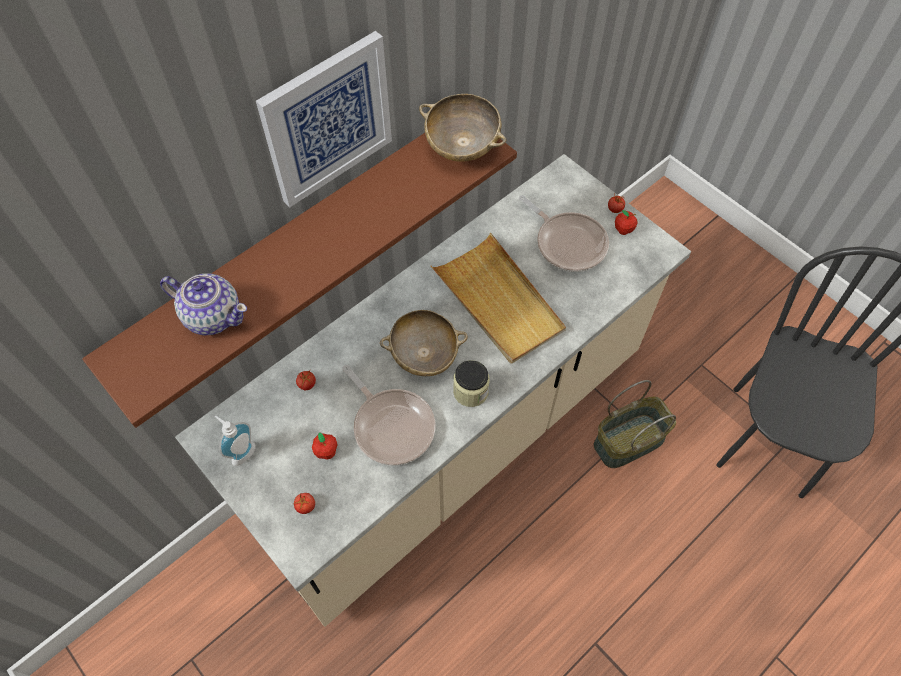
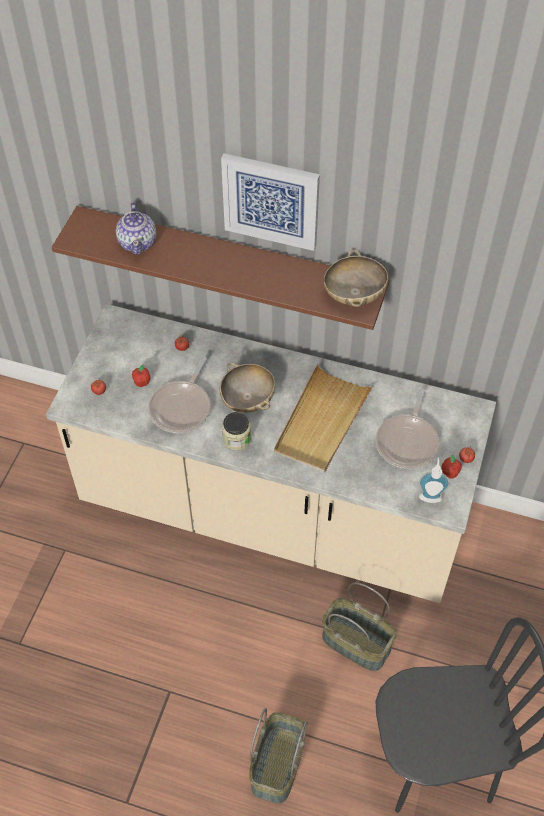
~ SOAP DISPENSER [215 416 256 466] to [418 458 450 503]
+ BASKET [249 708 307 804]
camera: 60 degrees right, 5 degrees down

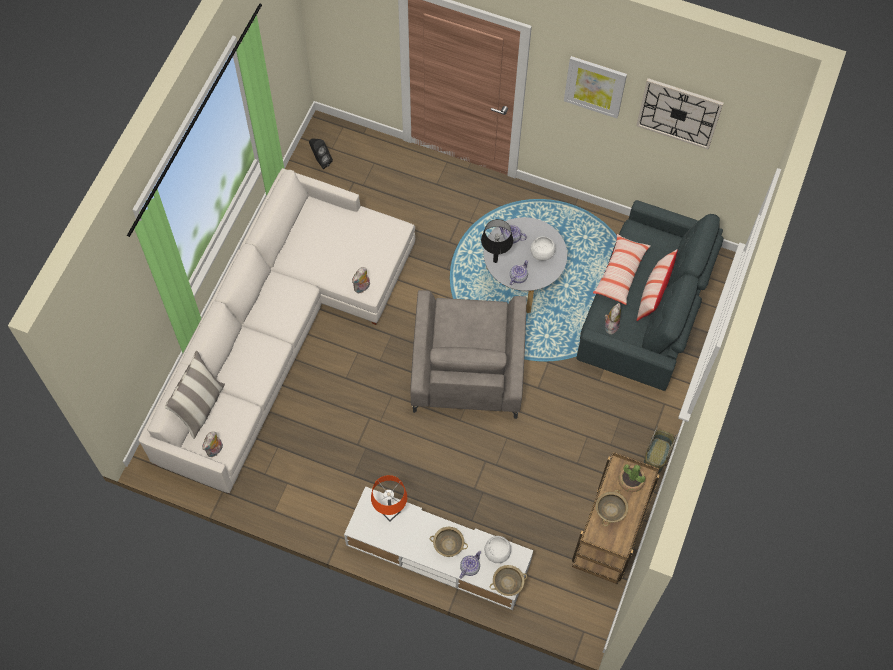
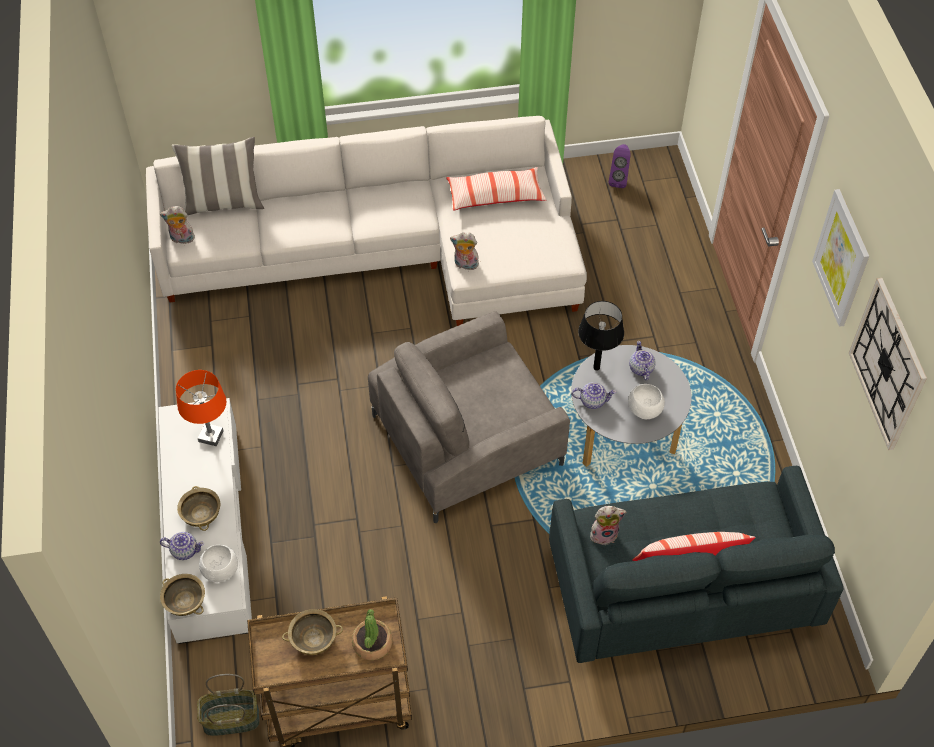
~ BLACK SPEAKER [309 138 333 169] to PURPLE SPEAKER [609 144 631 188]
~ PILLOW [593 234 650 305] to [446 167 546 211]
~ BASKET [644 426 677 473] to [197 674 260 736]
camera: 60 degrees right, 10 degrees down

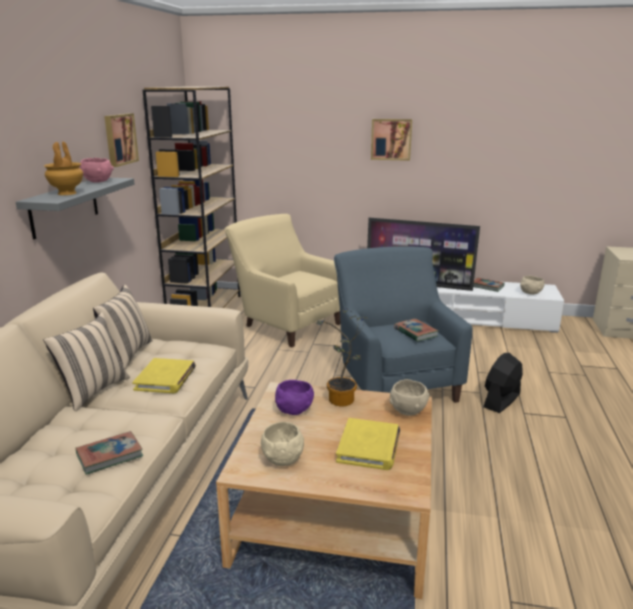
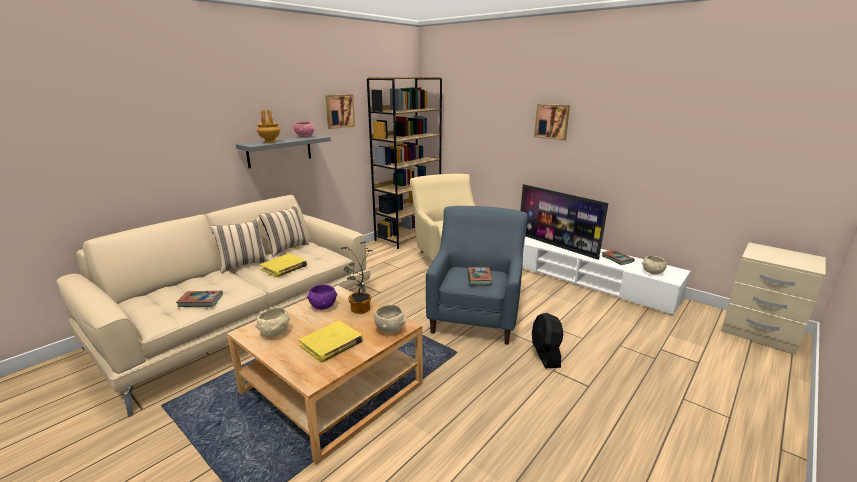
~ BLACK FAN [483 353 523 413] = [532 313 563 368] 75 degrees counterclockwise
camera: 30 degrees right, 0 degrees up

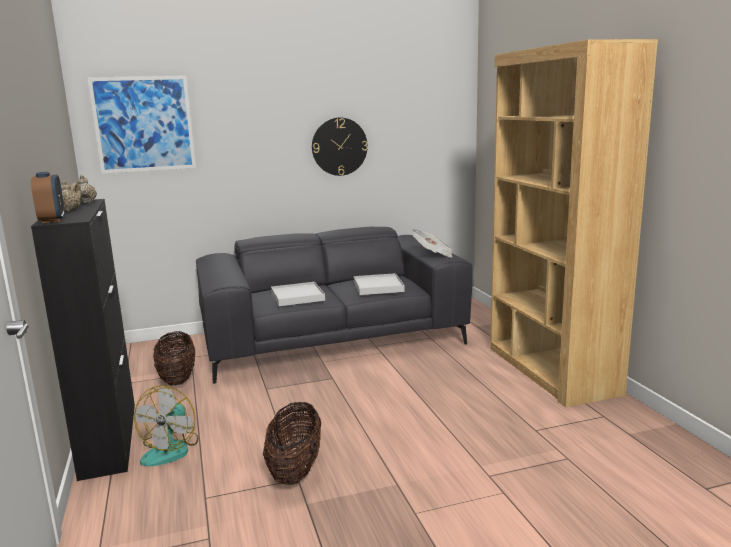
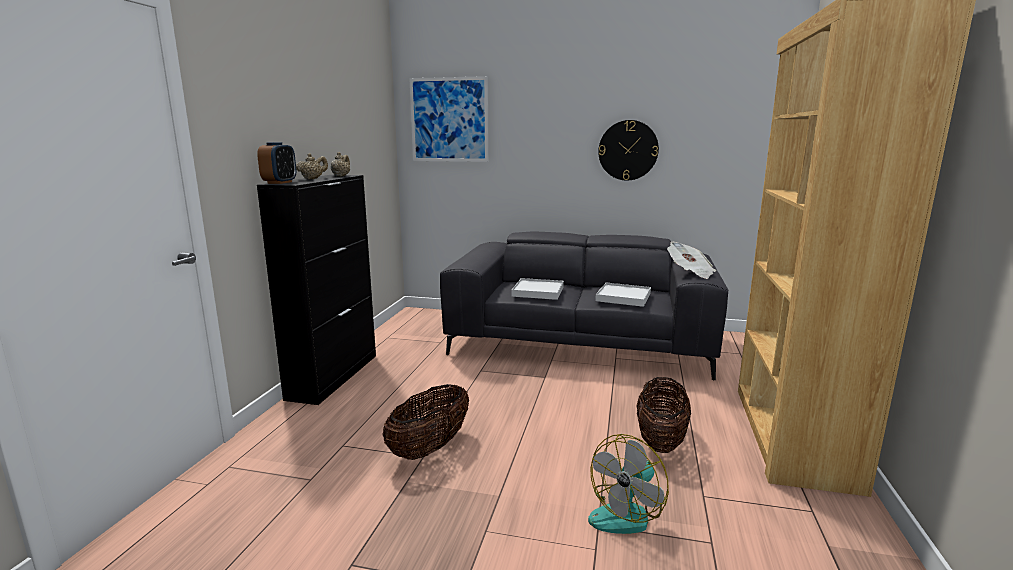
~ BASKET [153 331 196 386] to [637 376 691 453]
~ FAN [134 385 198 466] to [588 434 669 534]
camera: 30 degrees right, 0 degrees up

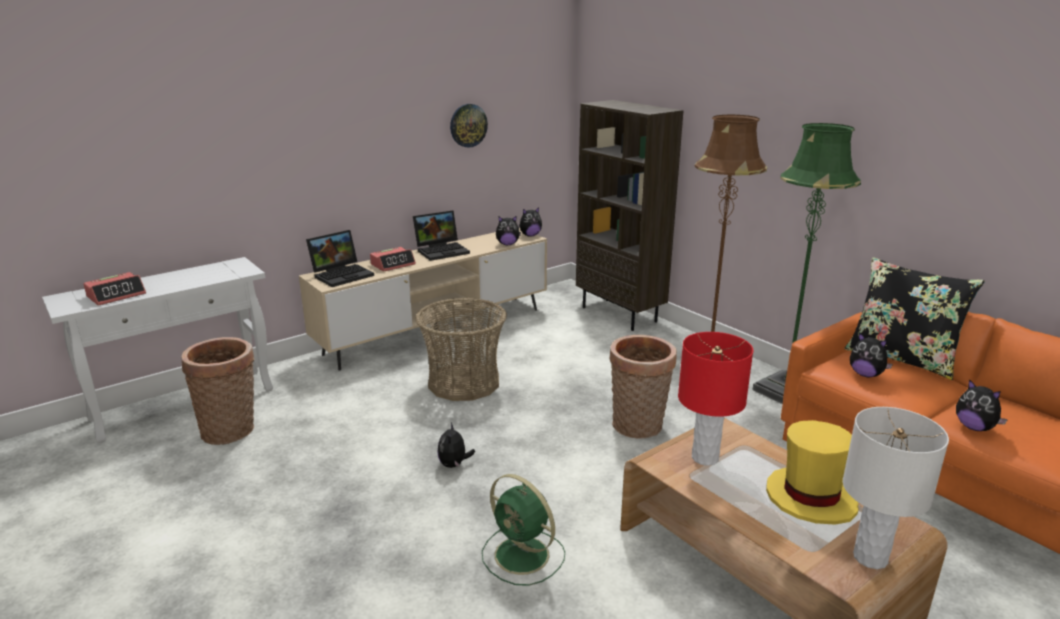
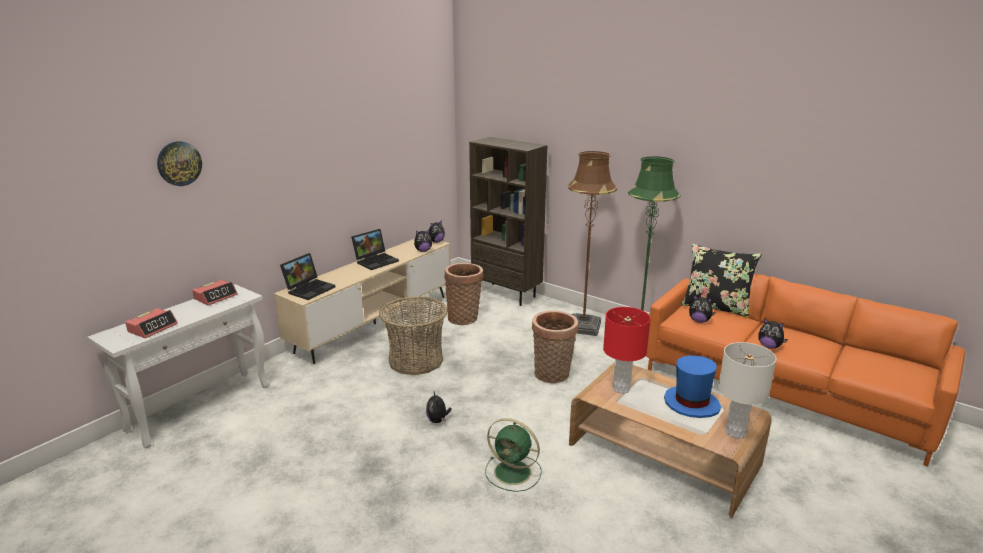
~ WALL CLOCK [450 104 488 148] to [157 141 202 186]
~ ALARM CLOCK [370 247 416 272] to [192 279 238 305]
~ BASKET [182 337 255 445] to [444 263 483 325]
~ YELLOW HAT [766 420 858 525] to BLUE HAT [664 356 721 418]
camera: 15 degrees left, 0 degrees up

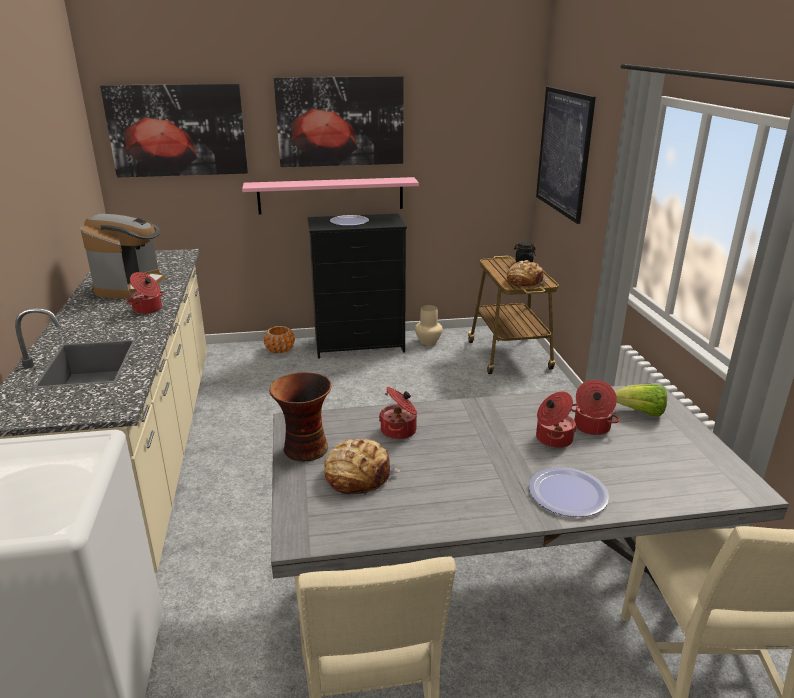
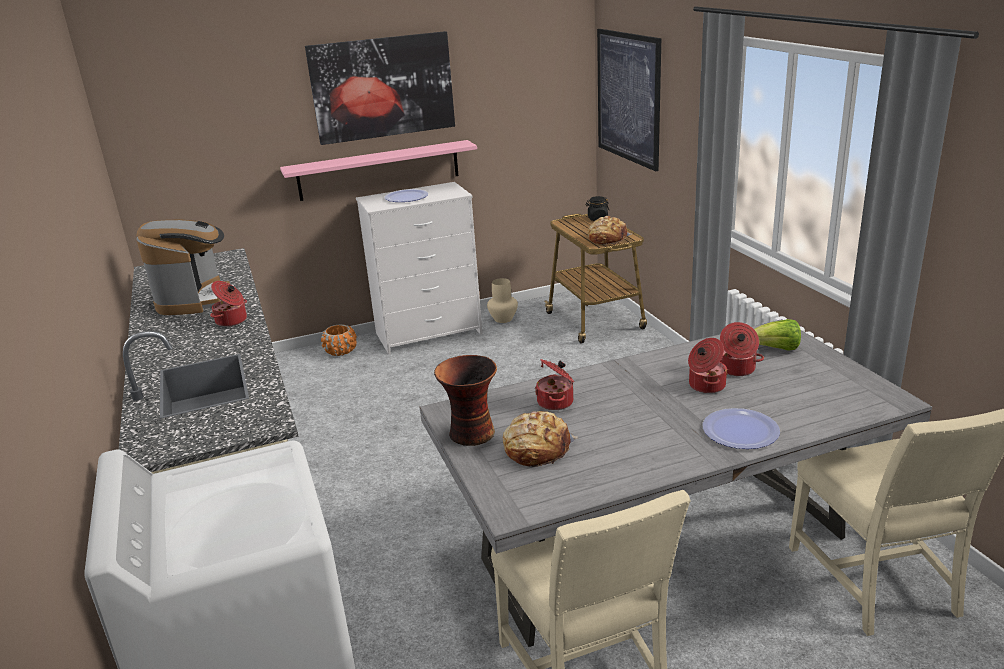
- PICTURE [100 84 248 177]
~ BLACK DRESSER [308 214 407 359] to WHITE DRESSER [356 182 482 355]
camera: 10 degrees left, 0 degrees up

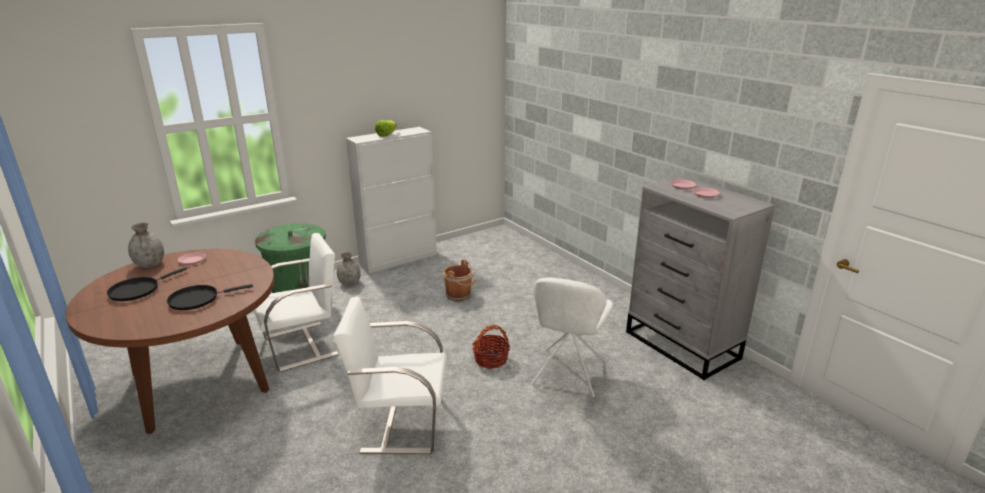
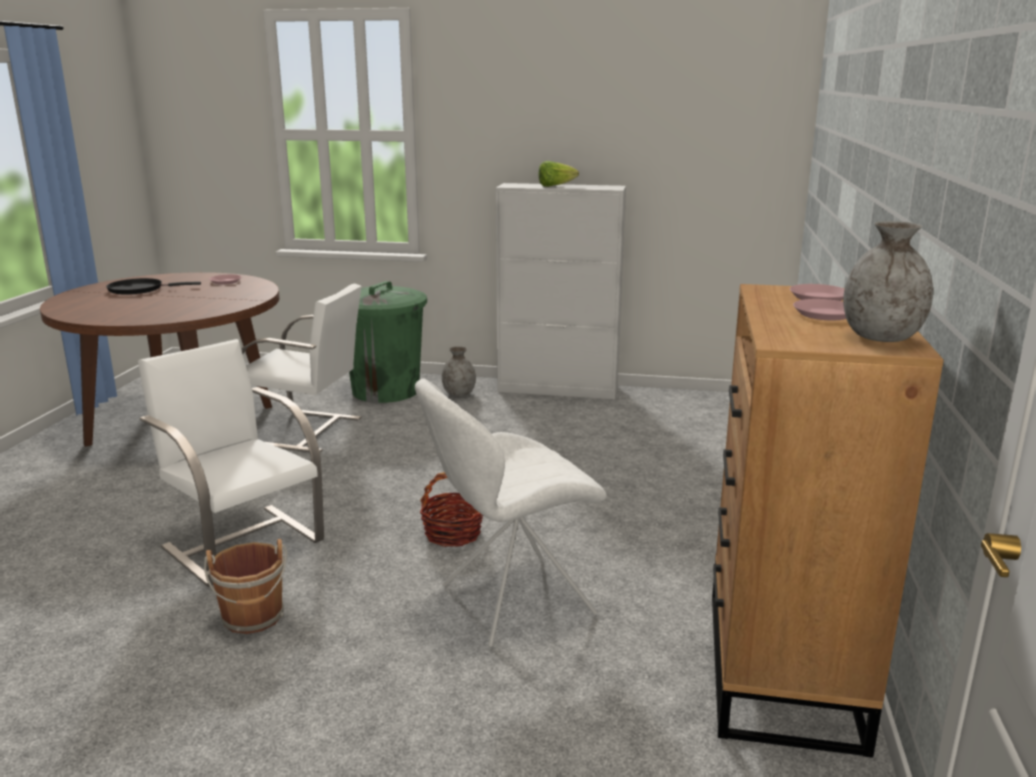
~ GREY DRESSER [626 176 775 380] to BROWN DRESSER [712 284 944 758]
~ GREY VASE [128 223 164 268] to [843 221 933 342]
~ BROWN BUCKET [443 259 476 301] to [204 539 287 634]
- BLACK FRYING PAN [167 284 253 310]
camera: 45 degrees right, 5 degrees down

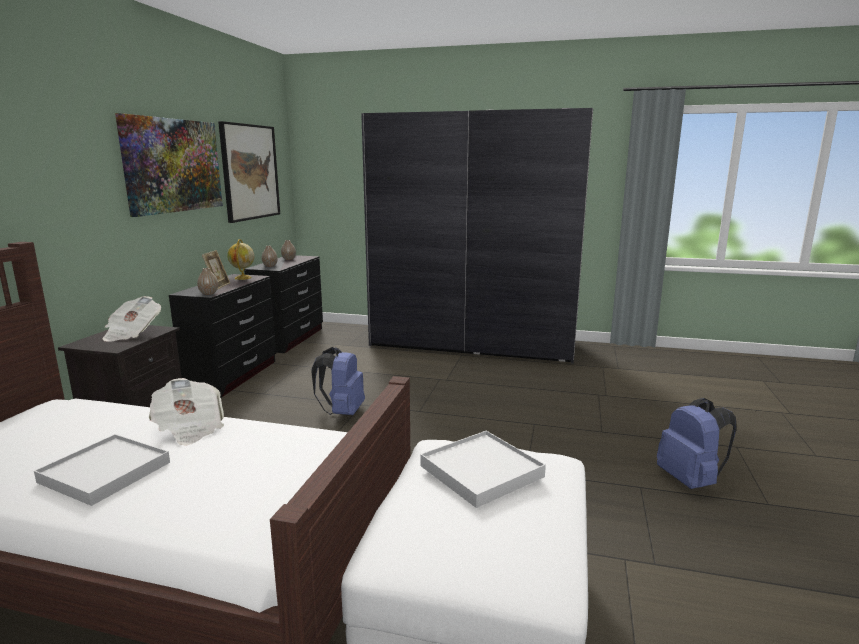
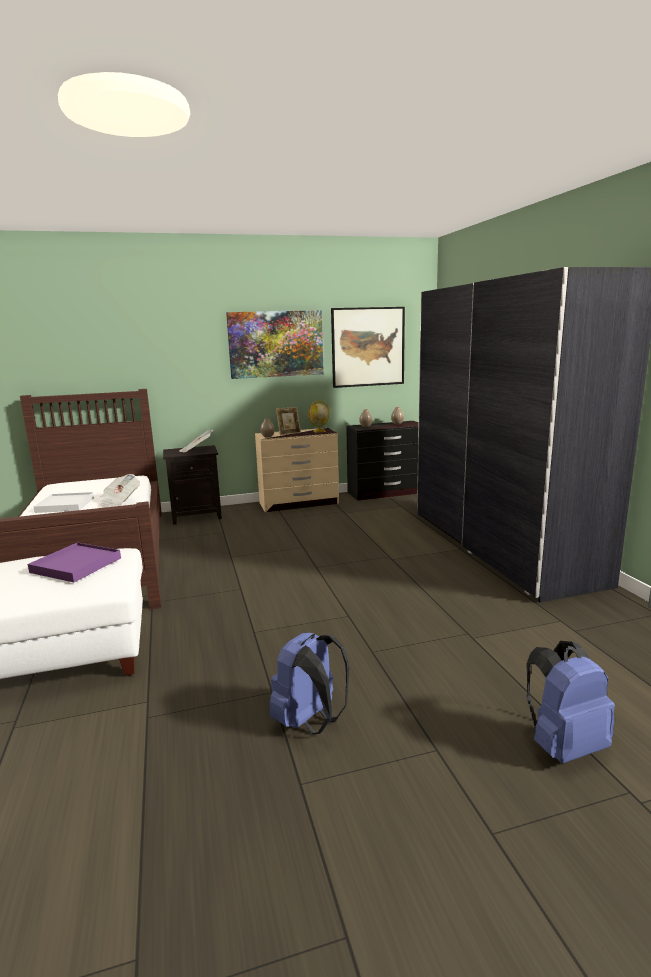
~ BLACK DRESSER [169 274 276 398] to BEIGE DRESSER [255 428 339 512]
~ BLUE BACKPACK [311 347 365 415] to [526 641 615 763]
~ WHITE TRAY [420 431 546 508] to PURPLE TRAY [28 542 121 582]
camera: 60 degrees right, 0 degrees up

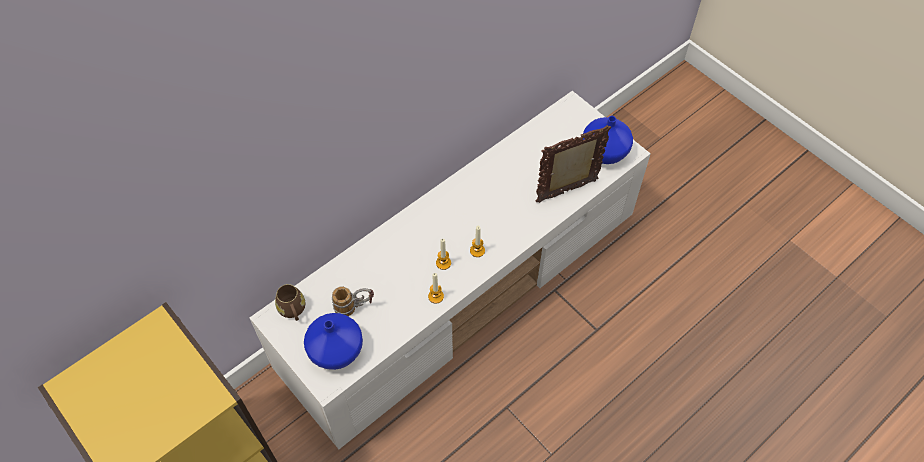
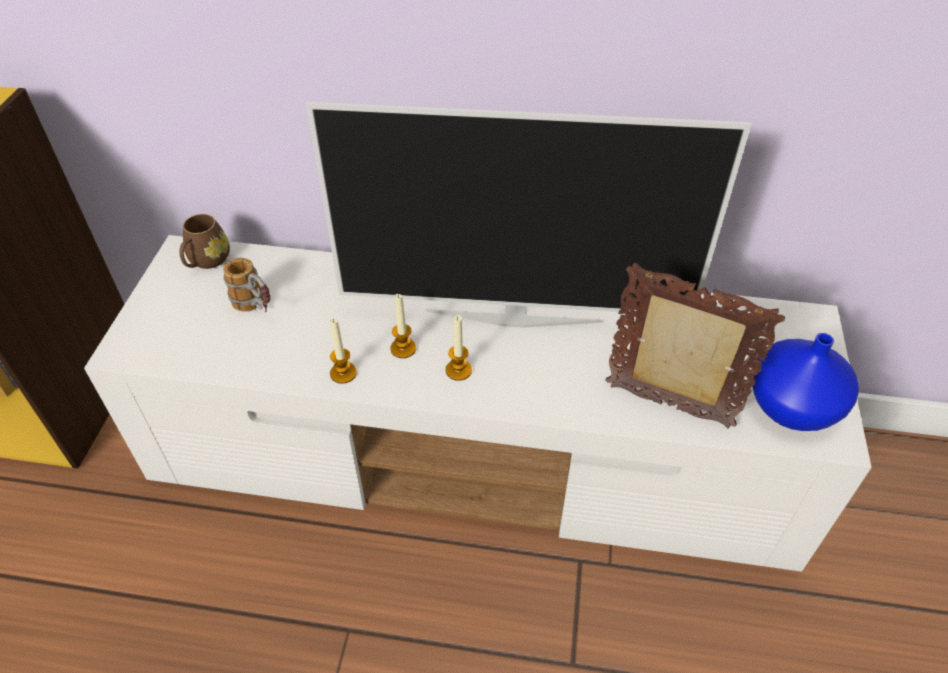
- BLUE VASE [304 313 363 370]
+ TELEVISION [306 102 751 328]
camera: 50 degrees right, 10 degrees down

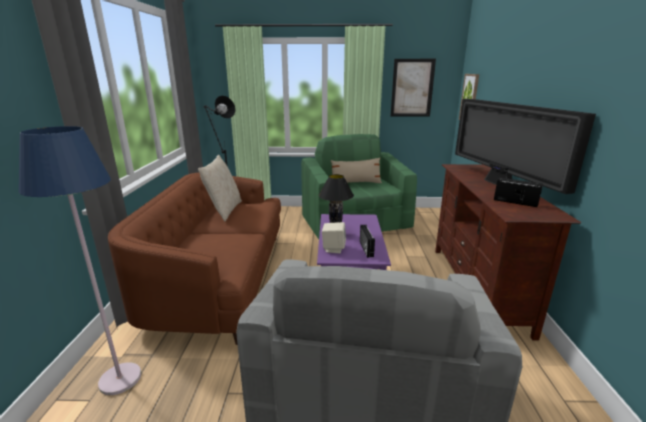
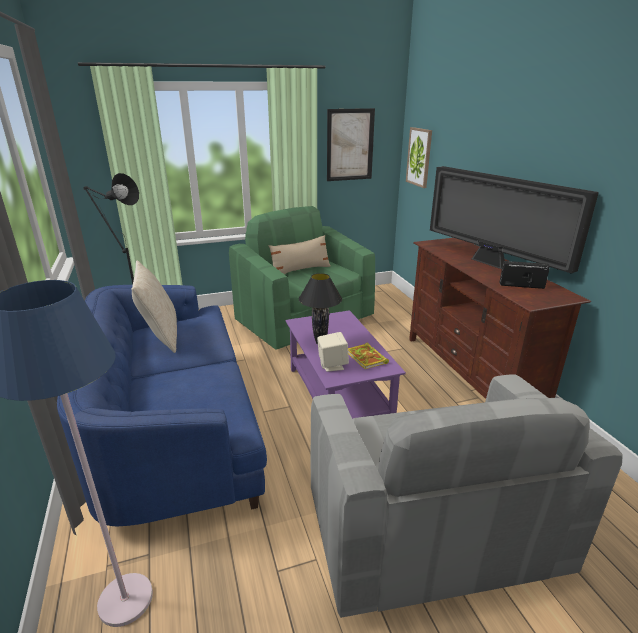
~ BROWN SOFA [108 173 281 345] to BLUE SOFA [57 285 267 526]
~ RADIO [360 225 375 258] to BOOK [348 343 389 369]
camera: 20 degrees left, 5 degrees up

